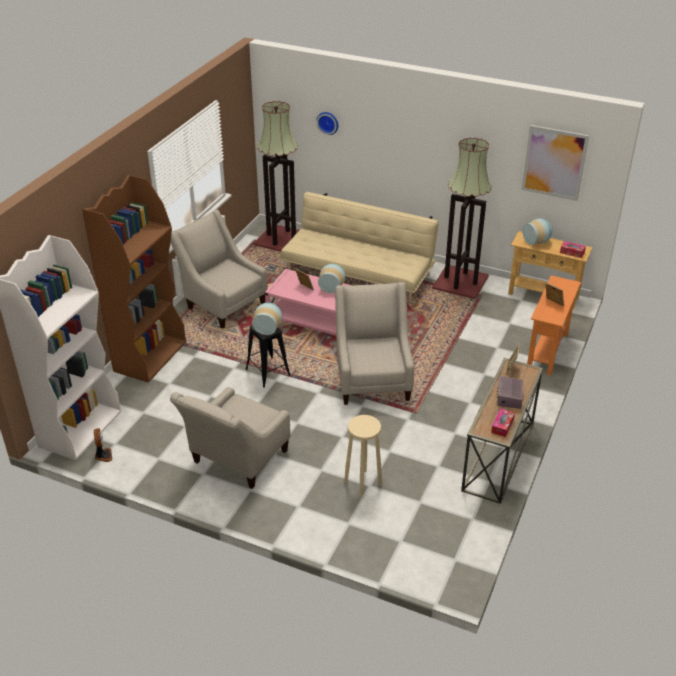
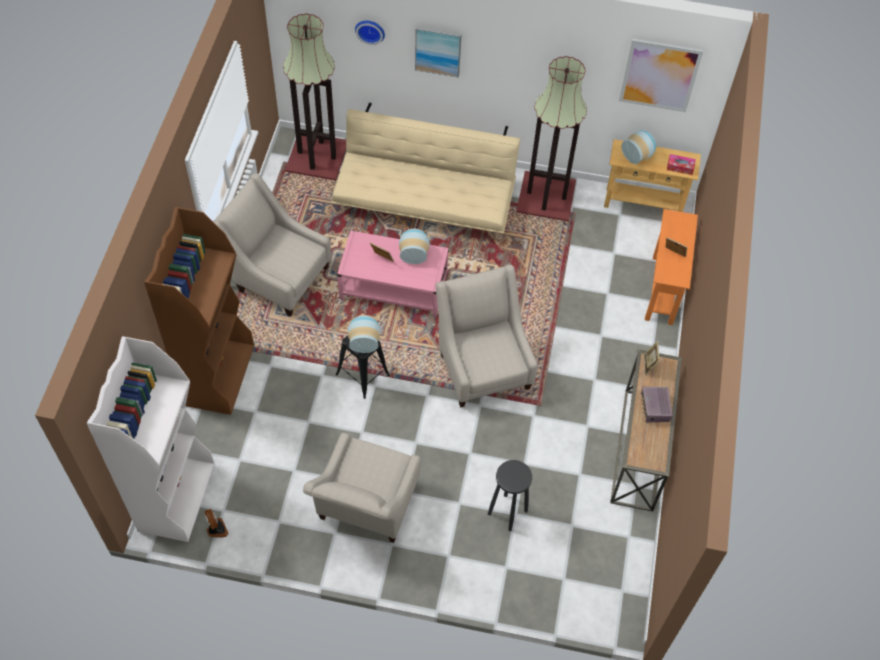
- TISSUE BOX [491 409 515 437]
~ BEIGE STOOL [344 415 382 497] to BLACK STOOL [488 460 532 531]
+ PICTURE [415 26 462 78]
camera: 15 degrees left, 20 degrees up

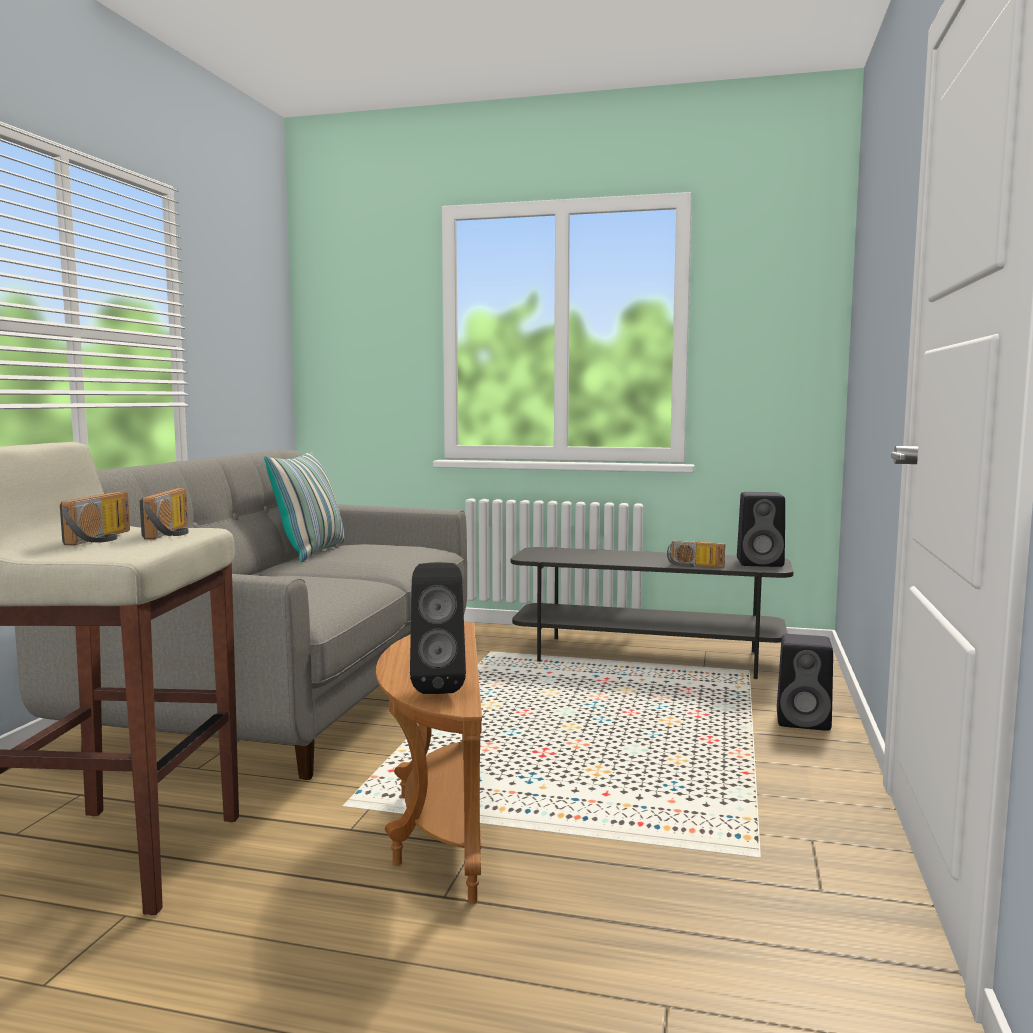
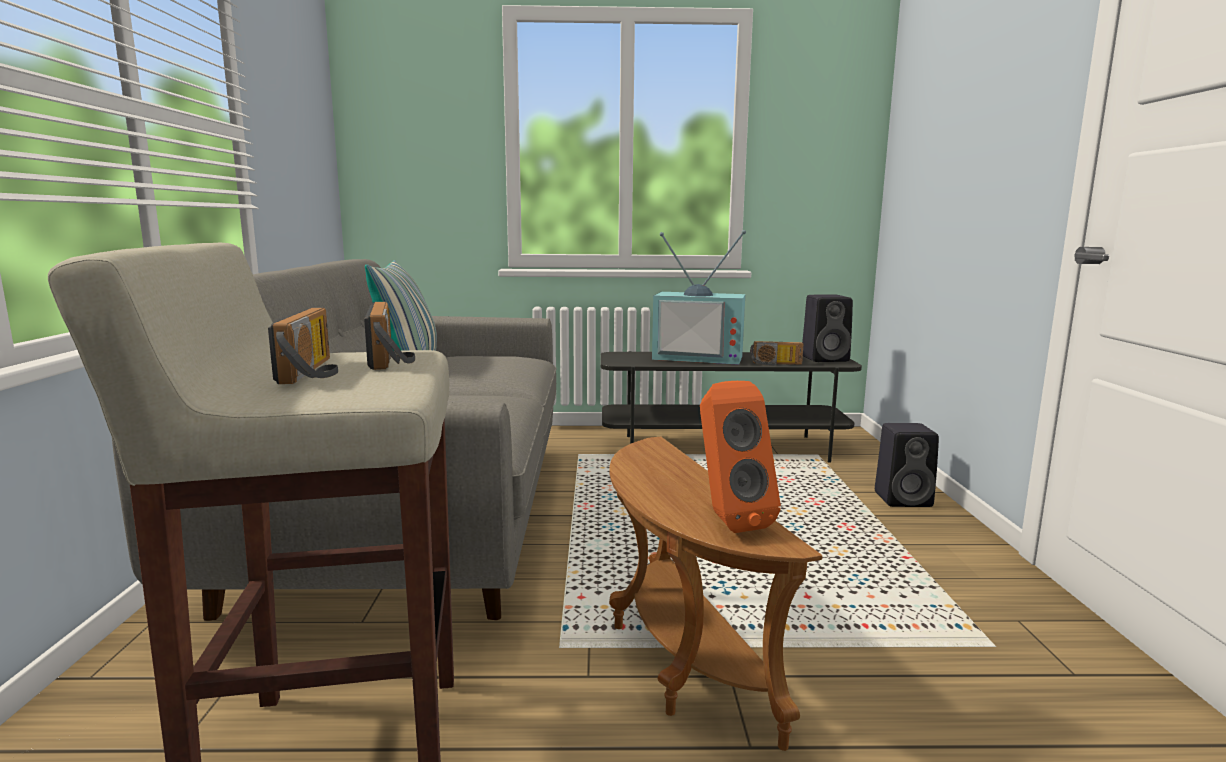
~ BLACK SPEAKER [410 562 466 694] to ORANGE SPEAKER [700 381 781 533]
+ TELEVISION [652 230 746 365]
camera: 15 degrees left, 5 degrees up

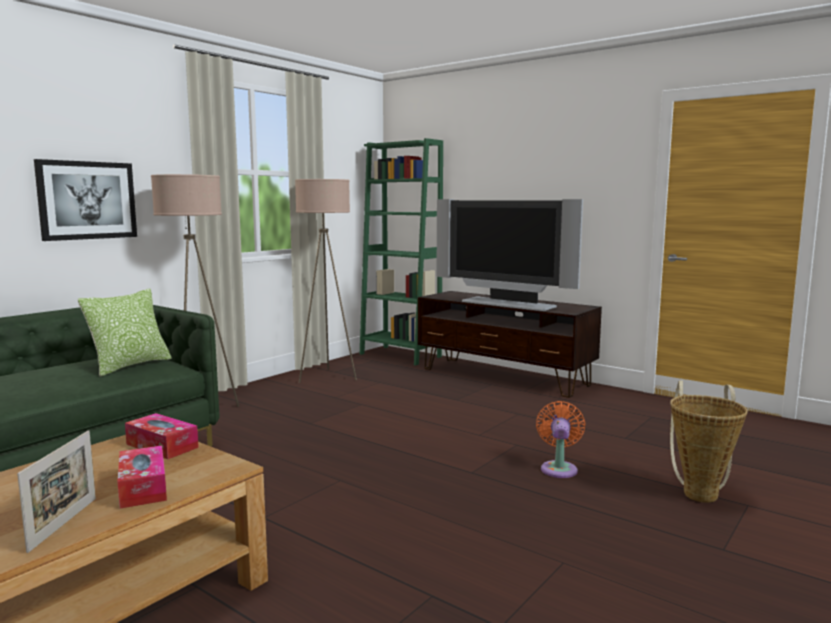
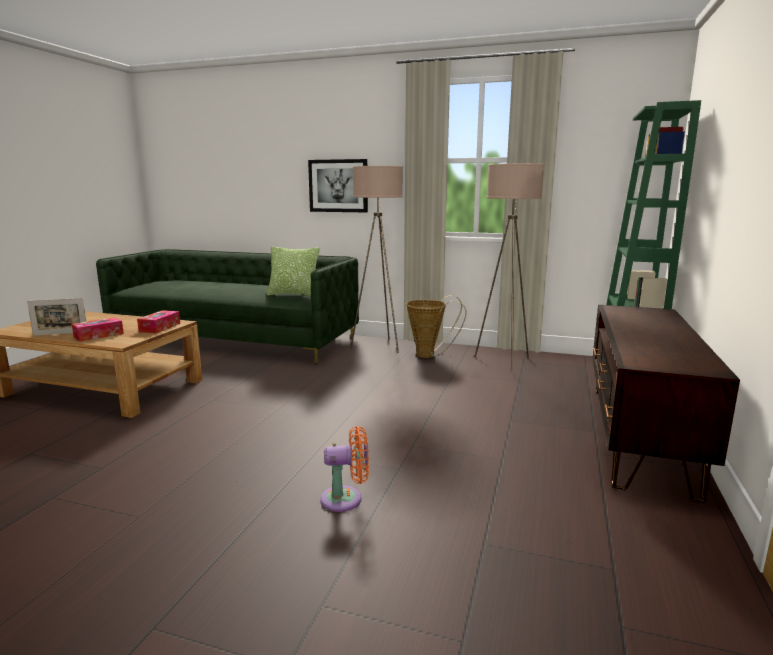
- TELEVISION [436 199 583 311]
~ BASKET [670 380 748 503] to [406 295 467 358]
camera: 70 degrees right, 5 degrees up

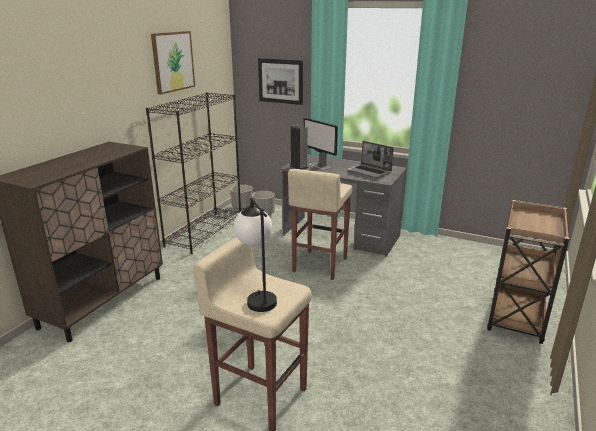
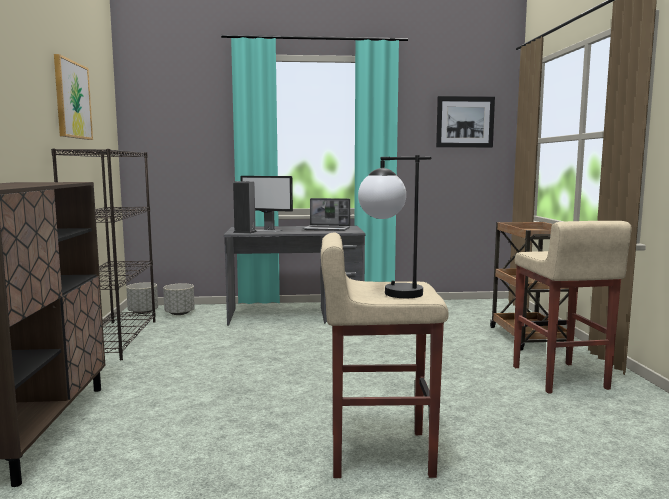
~ PICTURE [258 58 303 105] to [436 96 495 147]
~ BEIGE STOOL [288 169 352 280] to [513 221 632 394]
camera: 30 degrees left, 15 degrees down

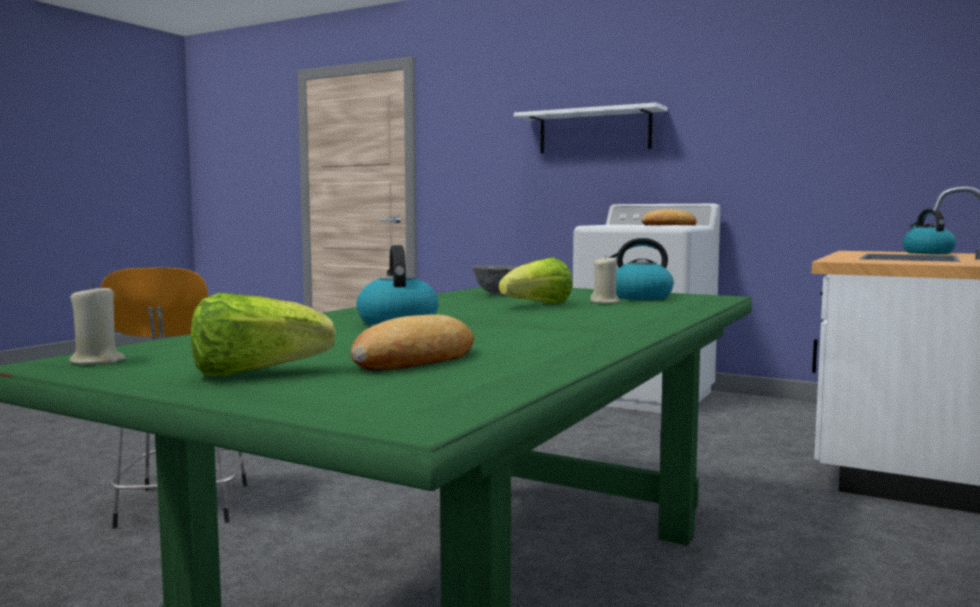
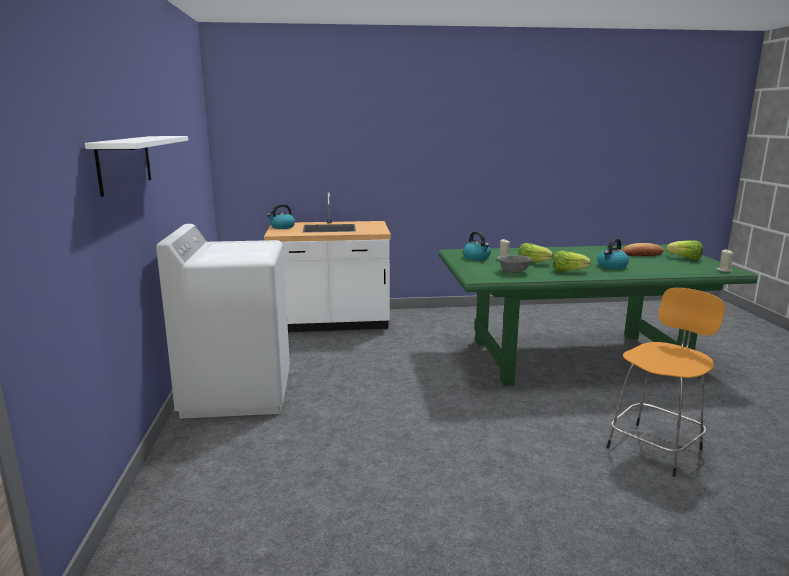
- BREAD [641 209 697 226]
+ LETTUCE [553 250 591 272]
camera: 125 degrees left, 10 degrees up

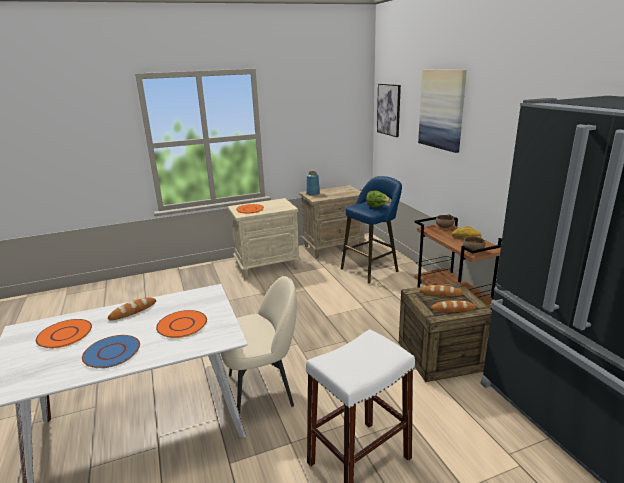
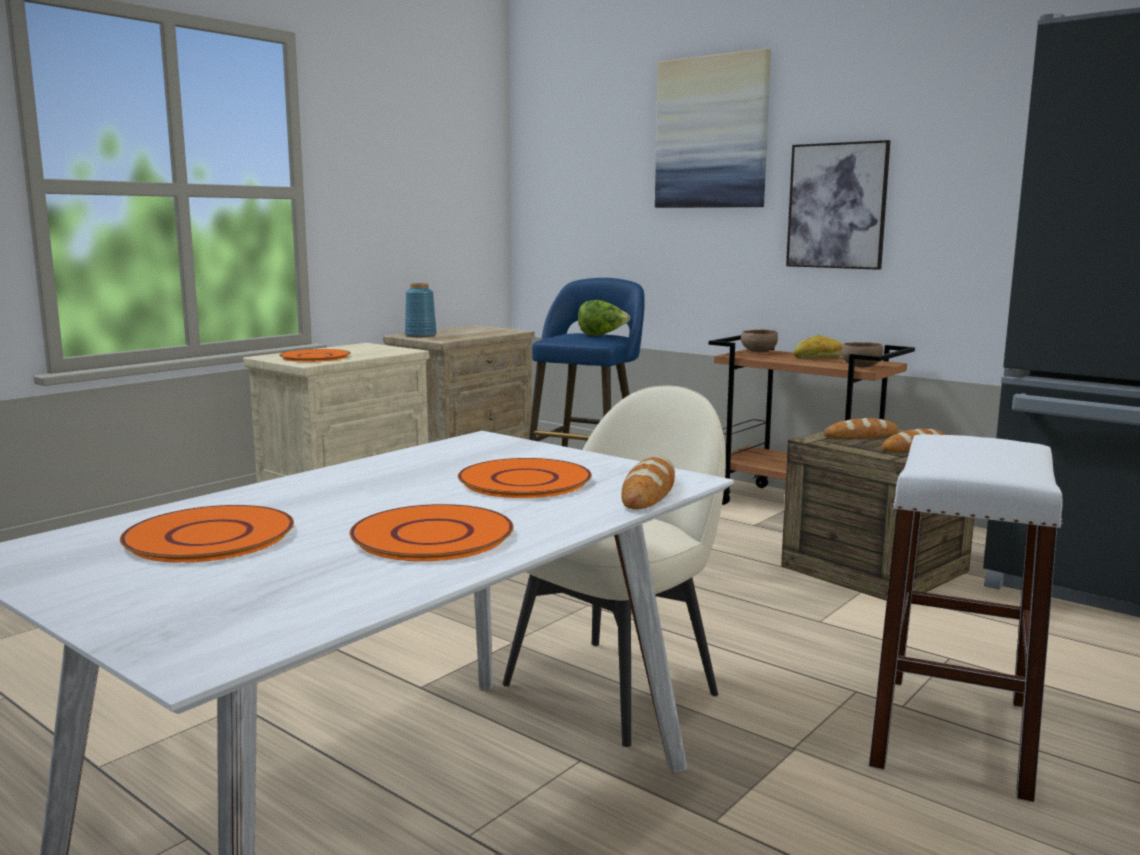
~ PICTURE [377 84 401 137] to [786 140 890 270]
~ BREAD [108 298 156 320] to [621 456 675 509]
~ BLUE PLATE [82 335 140 368] to ORANGE PLATE [350 504 514 561]
camera: 30 degrees left, 10 degrees down

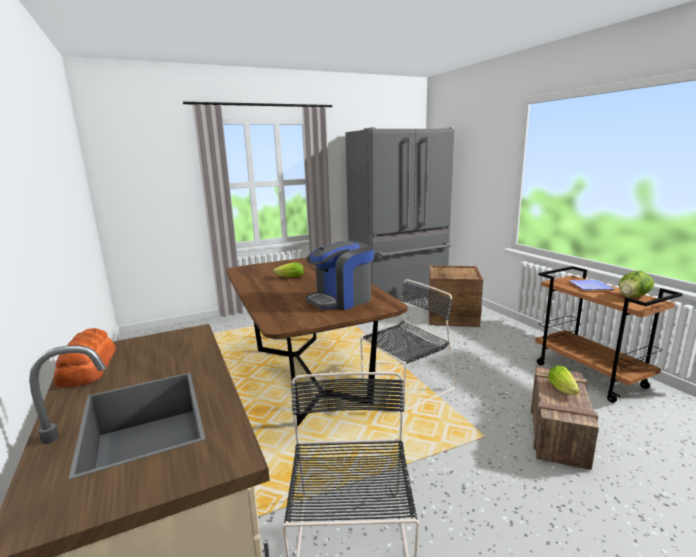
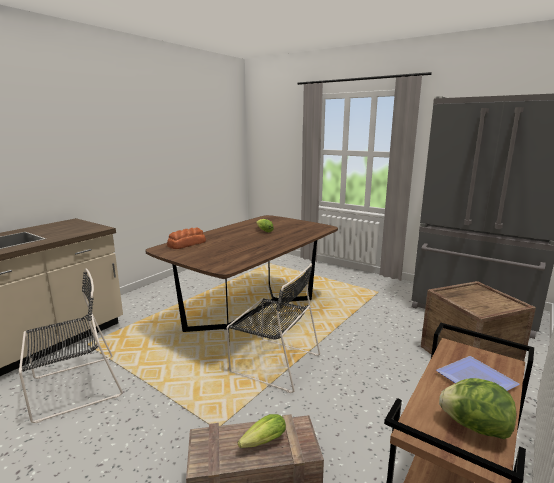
- COFFEE MACHINE [305 241 374 310]
~ BREAD [54 328 116 388] to [167 227 206 249]
camera: 60 degrees right, 0 degrees up

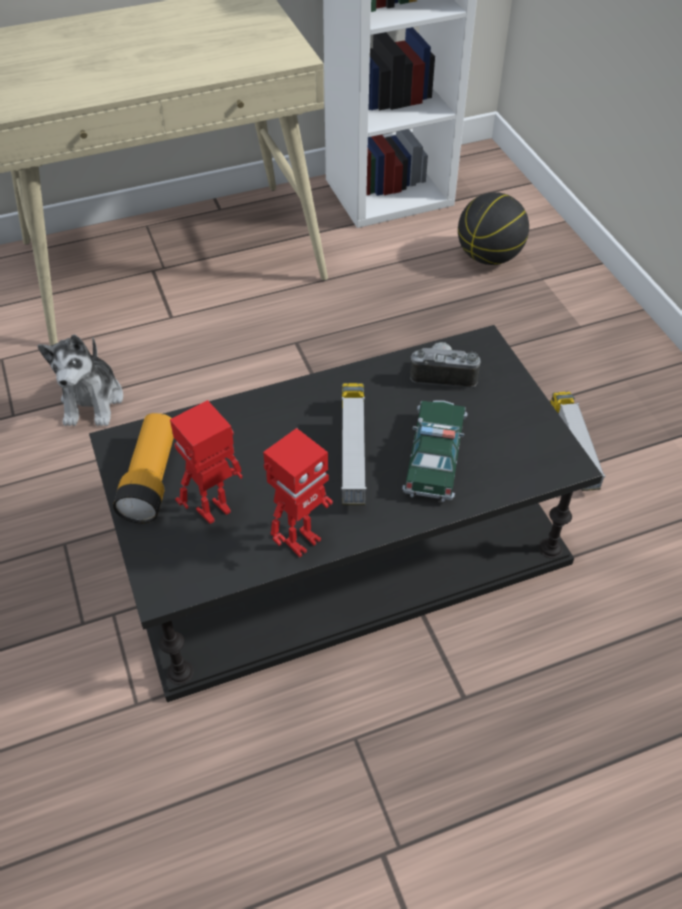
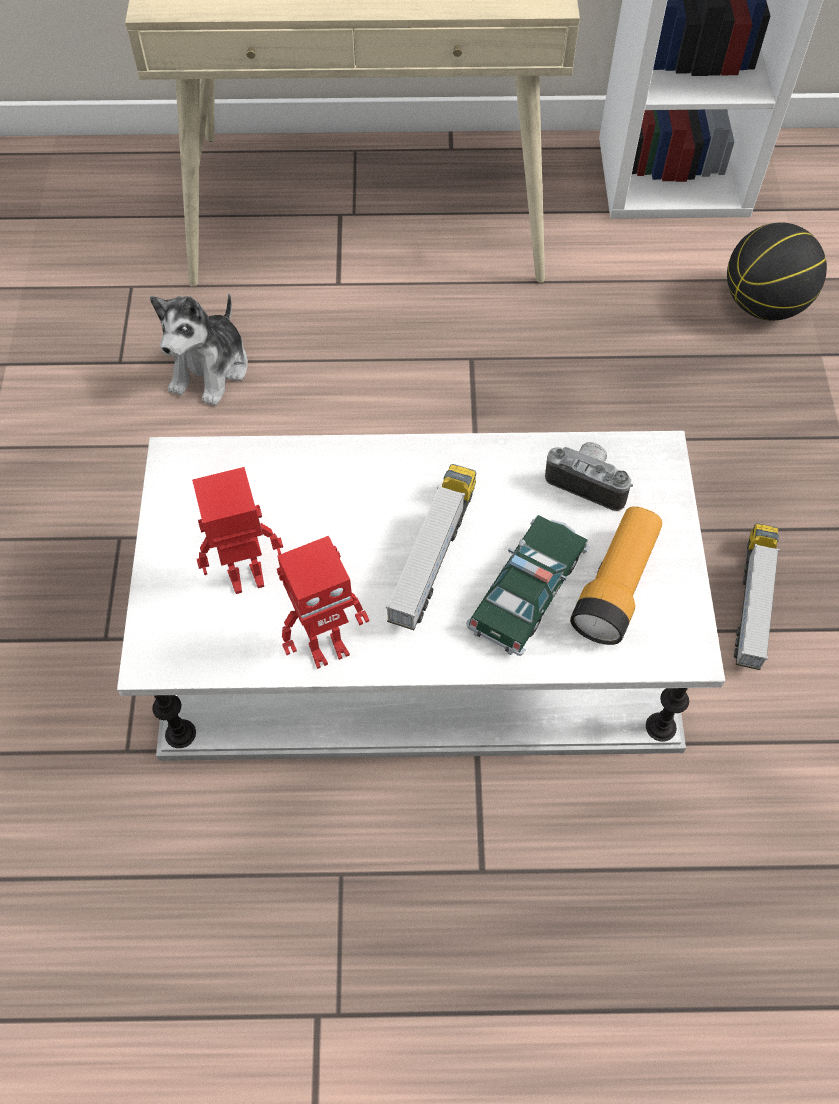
~ BLACK COFFEE TABLE [89 325 603 702] to WHITE COFFEE TABLE [117 431 725 761]
~ FLASHLIGHT [113 413 174 523] to [570 506 662 645]
camera: 20 degrees right, 10 degrees up

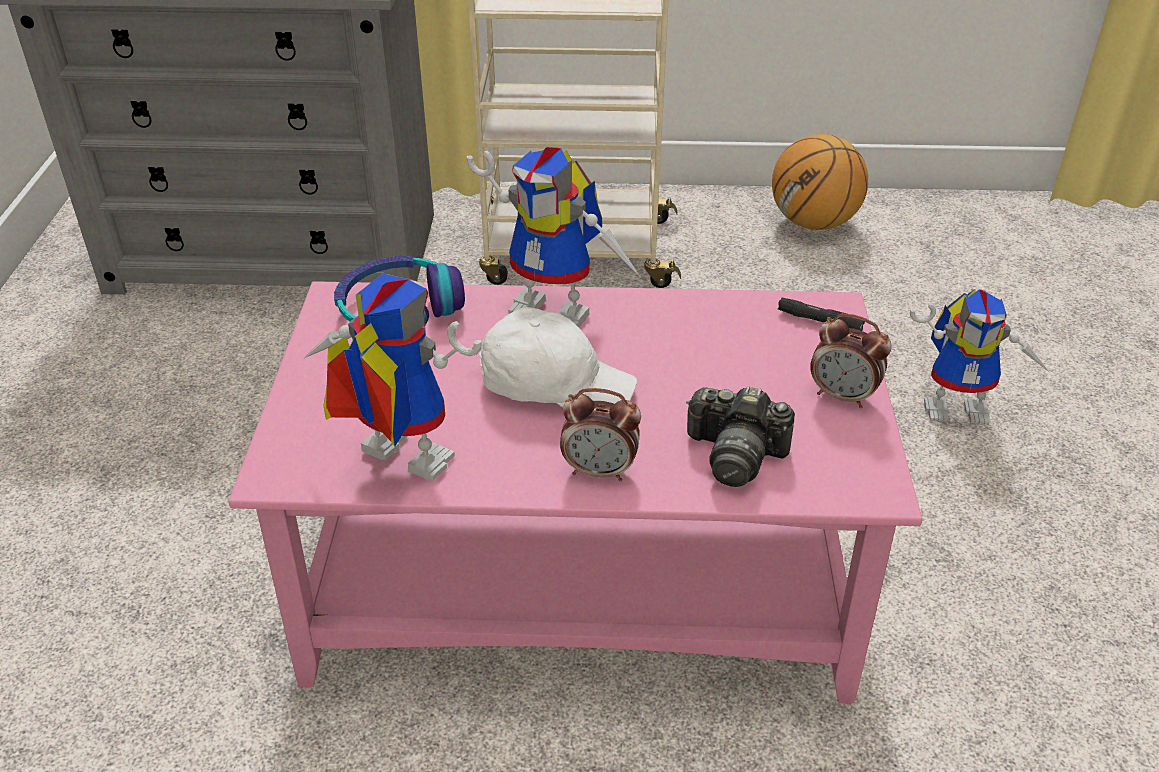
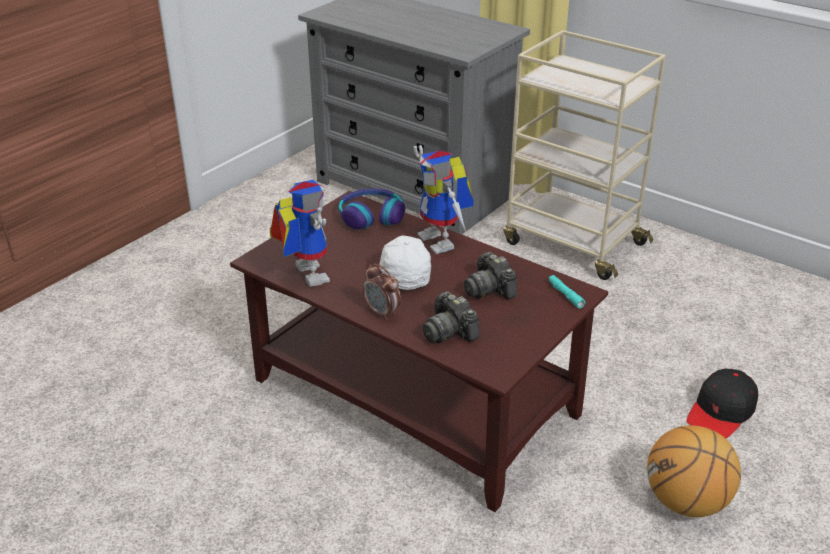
~ BASKETBALL [772 134 868 230] to [647 425 741 517]
~ PINK COFFEE TABLE [228 281 922 703] to BROWN COFFEE TABLE [230 191 608 512]
~ TOY ROBOT [910 289 1049 425] to BLACK CAP [687 369 758 438]
~ BLACK FLASHLIGHT [778 297 865 331] to TURQUOISE FLASHLIGHT [549 275 586 309]
~ WHITE CAP [479 307 637 408] = [379 236 431 290] 150 degrees counterclockwise
- ALARM CLOCK [810 314 892 408]
+ PHOTO CAMERA [464 252 517 300]
camera: 35 degrees right, 5 degrees down

